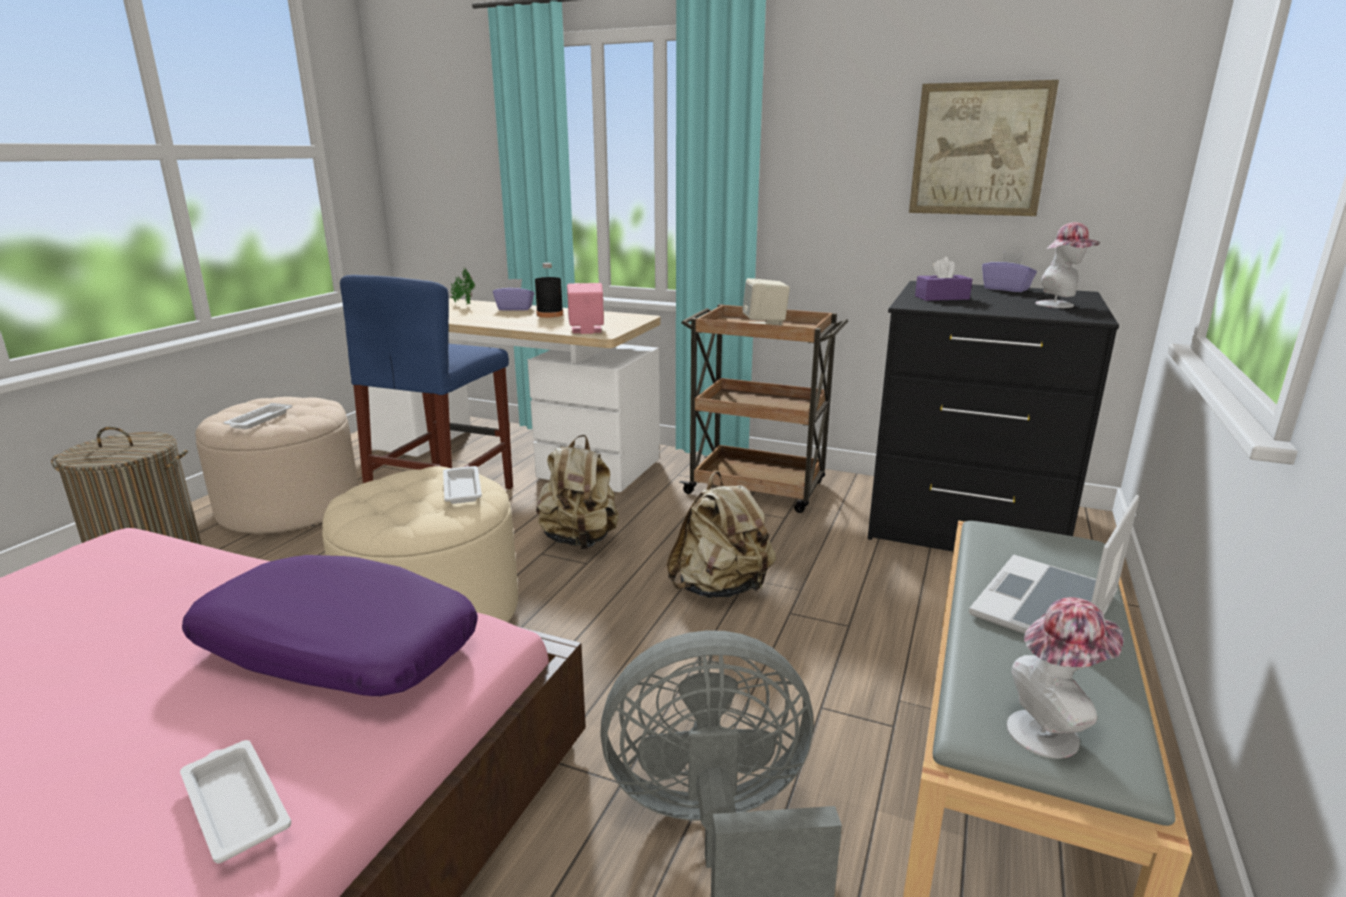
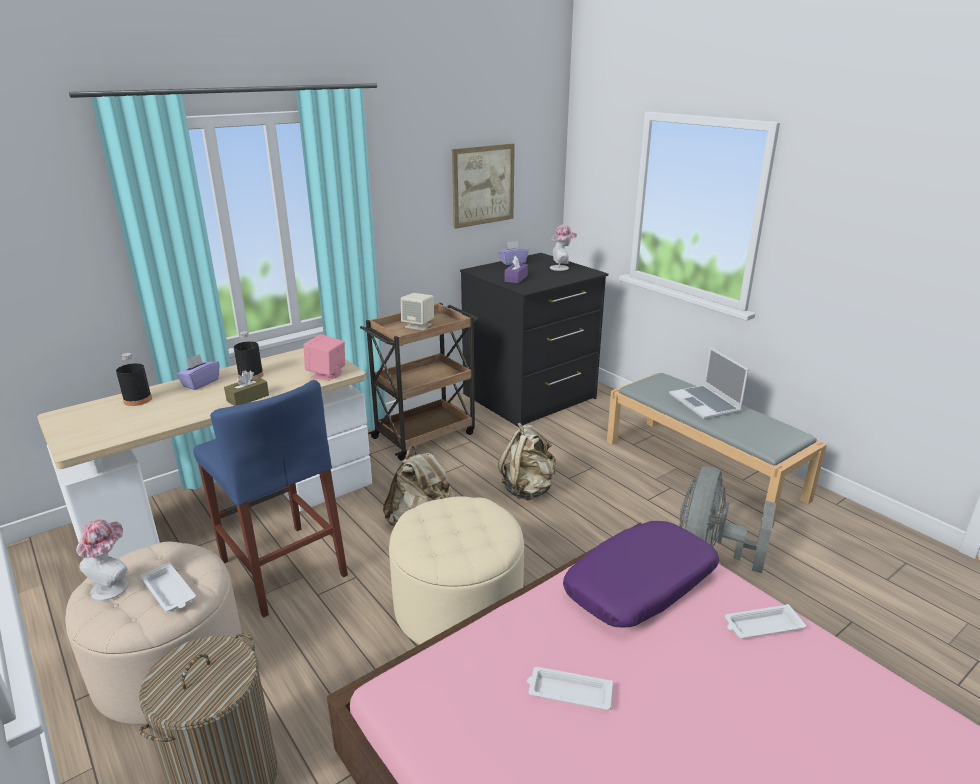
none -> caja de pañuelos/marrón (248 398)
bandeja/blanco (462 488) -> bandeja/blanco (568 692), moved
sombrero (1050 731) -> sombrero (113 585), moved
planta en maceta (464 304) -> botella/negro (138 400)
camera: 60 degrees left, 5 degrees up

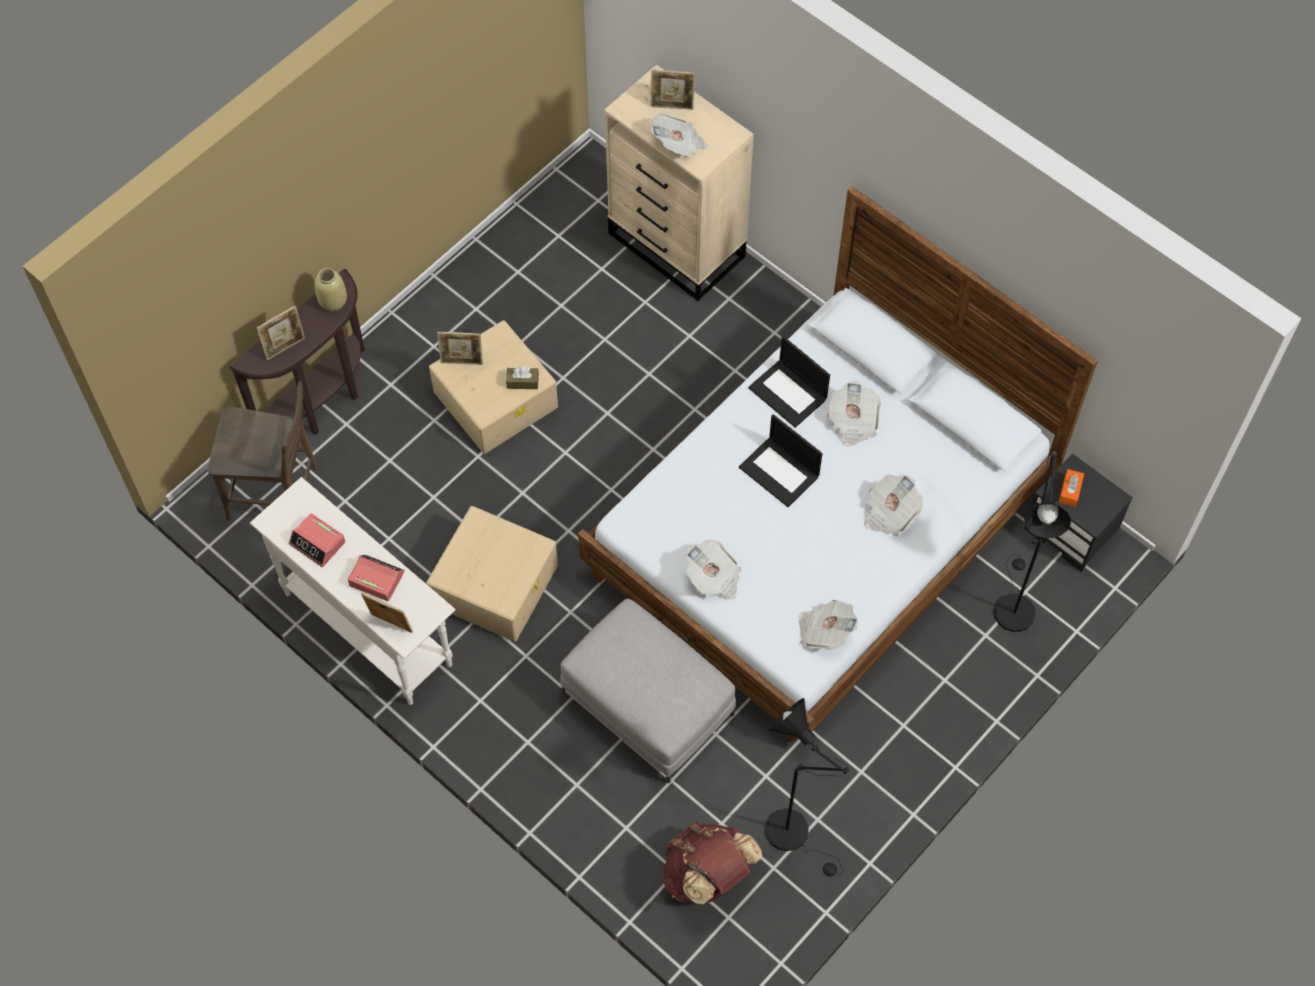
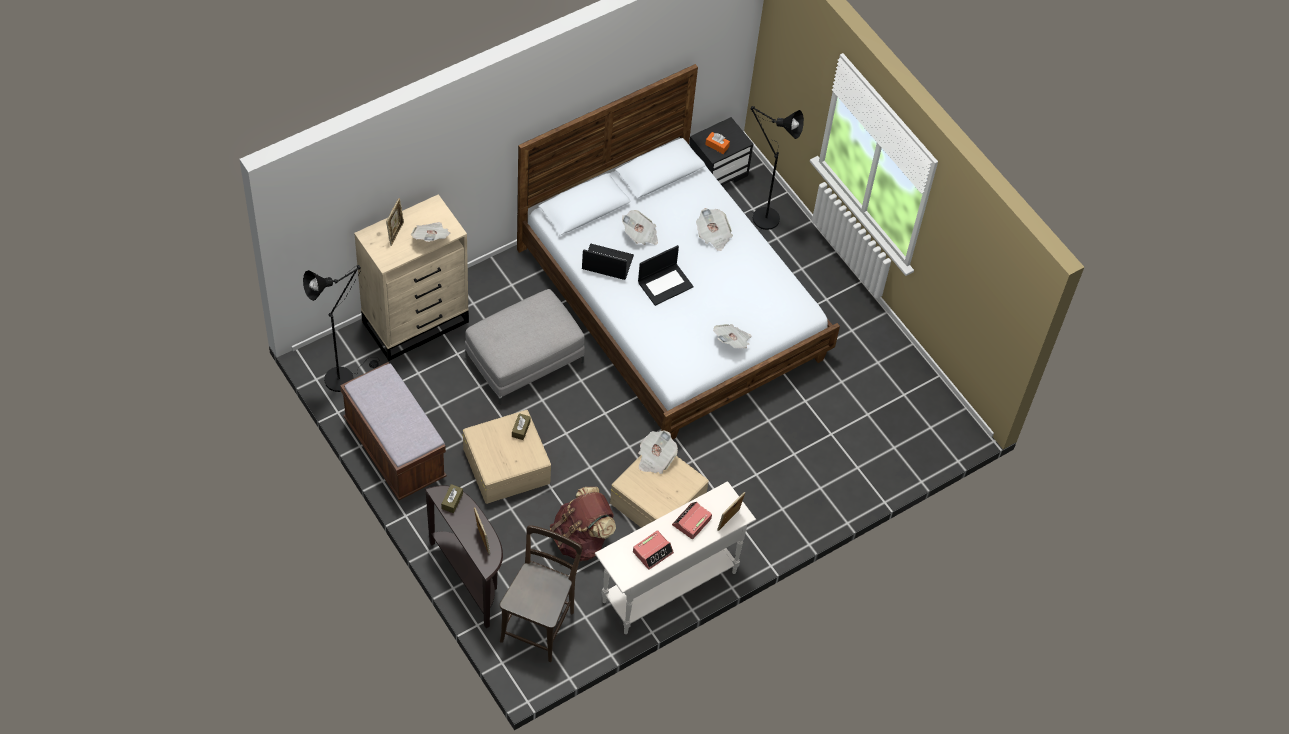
portarretratos (462 361) -> none
none -> banco/marrón (394 450)
puf/gris (648 702) -> puf/gris (524 358), moved
mochila/marrón (707 876) -> mochila/marrón (581 539), moved
lámpara de pie/negro (794 835) -> lámpara de pie/negro (344 376), moved
periódico (824 630) -> periódico (655 458), moved
florero/beis (333 301) -> caja de pañuelos/marrón (452 501)
portátil (789 393) -> portátil (606 263), 135 degrees counterclockwise
camera: 80 degrees left, 5 degrees down

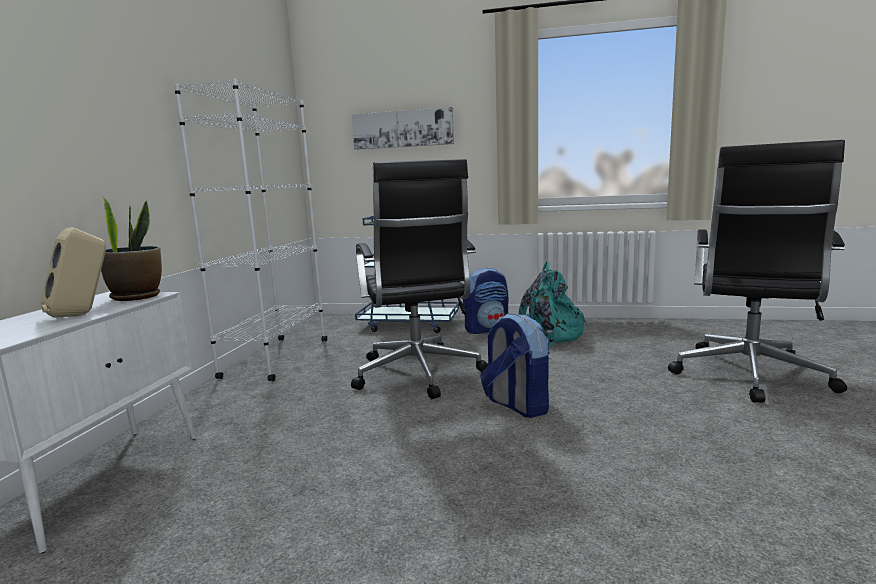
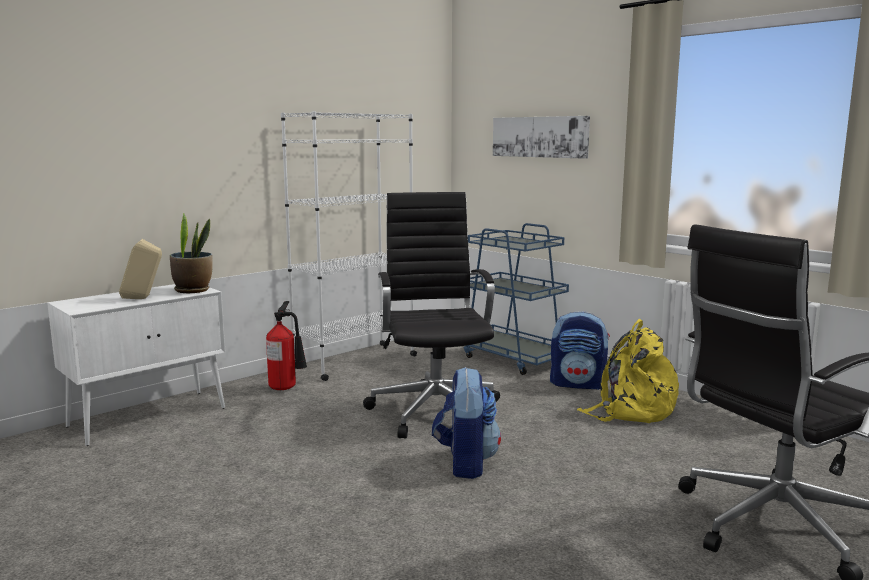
none -> extintor (287 388)
mochila/turquesa (549 336) -> mochila/amarillo (630 410)
silla de oficina/negro (418 374) -> silla de oficina/negro (435 410), 150 degrees clockwise
camera: 35 degrees right, 0 degrees up

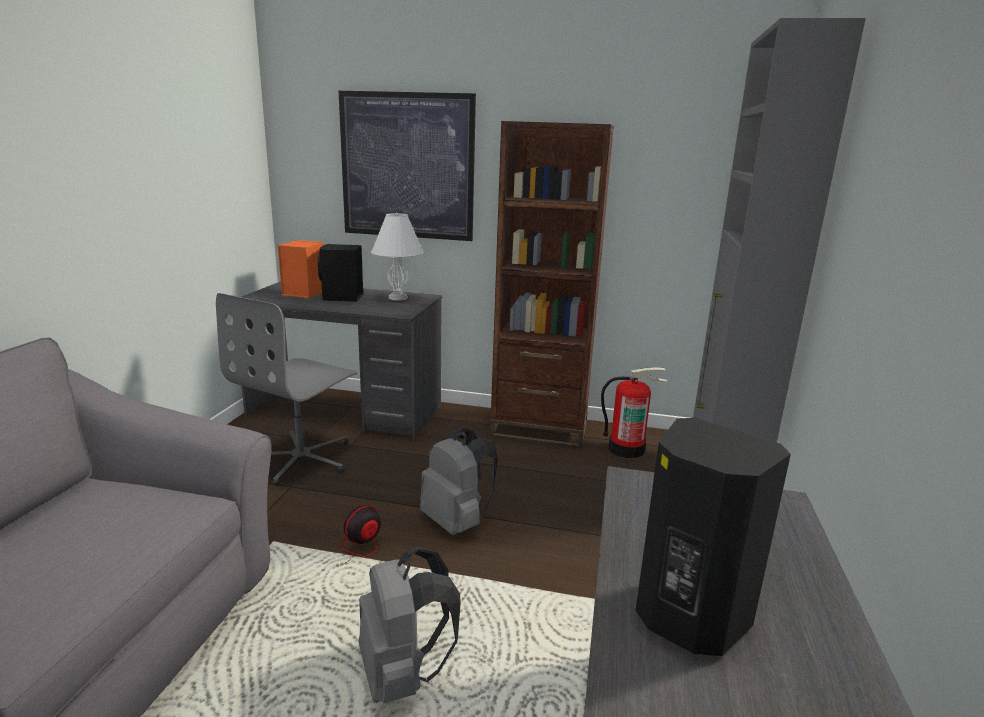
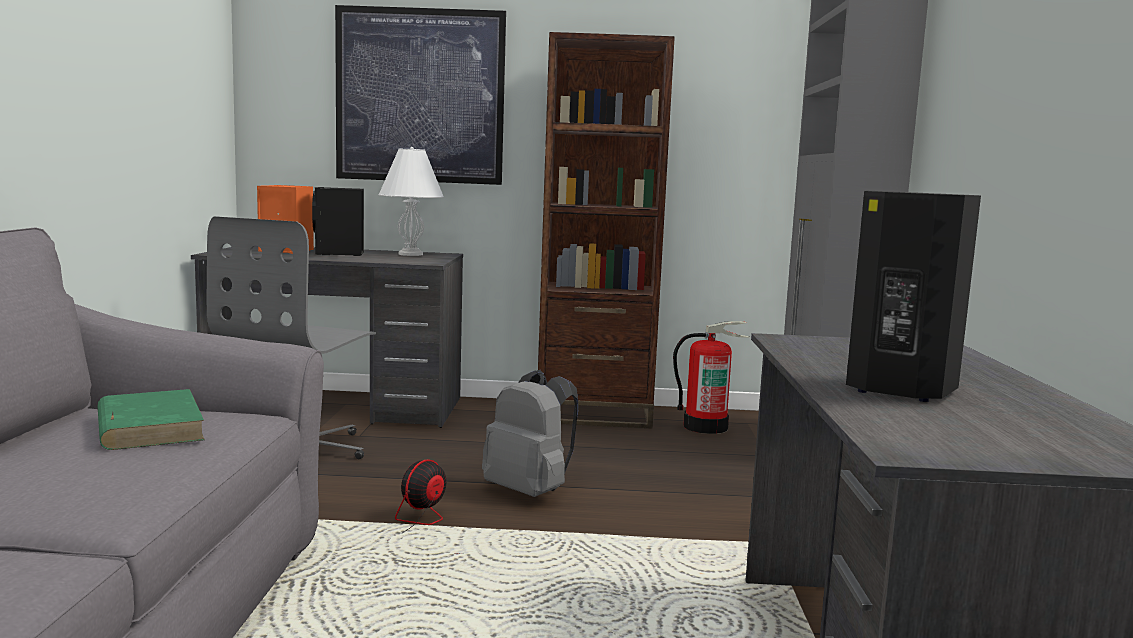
mochila/gris (403 674) -> none
none -> libro/verde (149 426)
camera: 10 degrees left, 10 degrees down

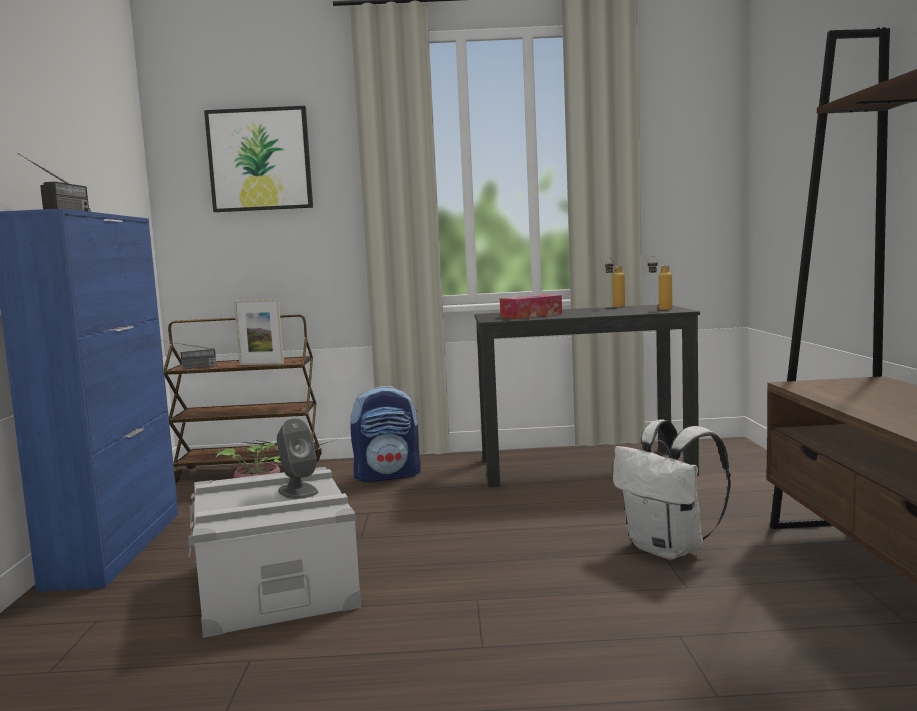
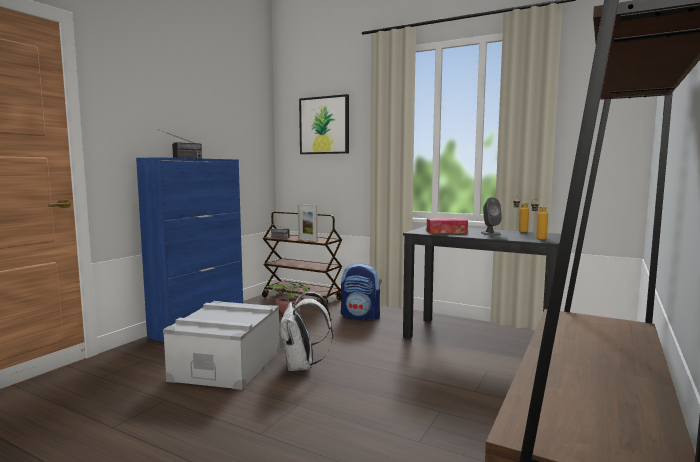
altavoz/gris (297 491) -> altavoz/gris (490 233), moved
mochila/blanco (669 550) -> mochila/blanco (302 366), moved
camera: 30 degrees right, 0 degrees up

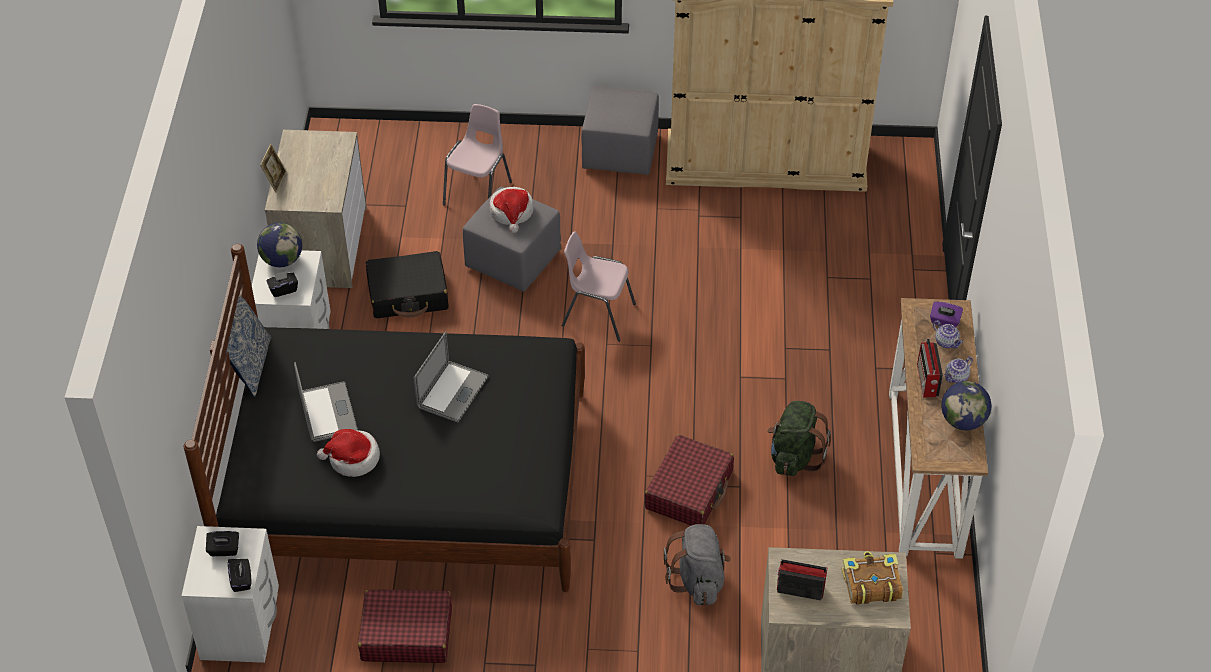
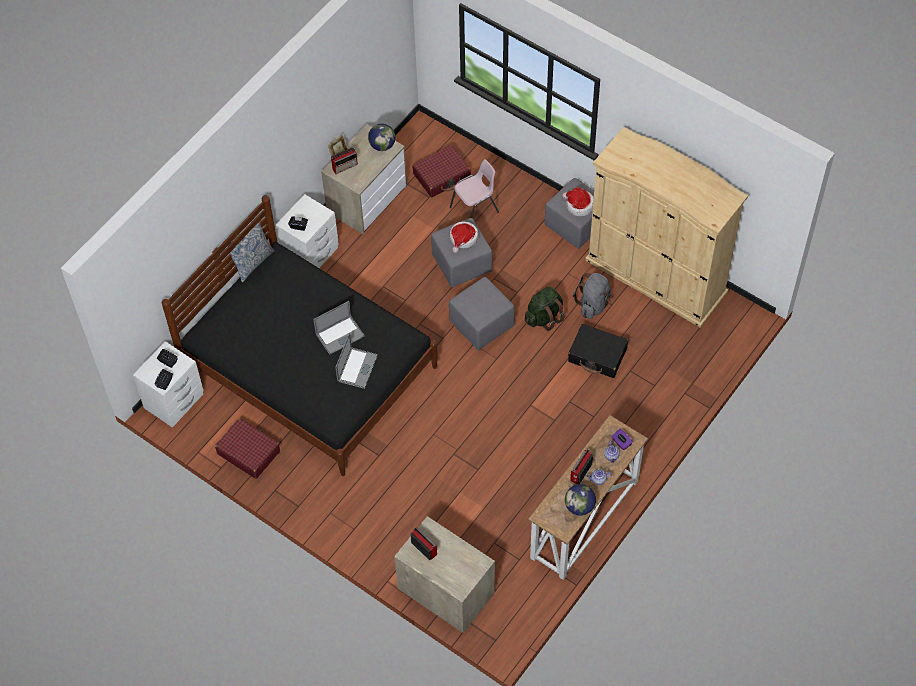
libro (870 584) -> none
none -> radio (345 166)
globo terráqueo (282 260) -> globo terráqueo (382 145), moved
portátil (328 412) -> portátil (357 368), moved
sombrero (352 459) -> sombrero (579 205), moved
maleta/negro (408 294) -> maleta/negro (597 355), moved
maleta/rojo (689 490) -> maleta/rojo (442 176), moved
mochila/gris (698 580) -> mochila/gris (593 304), moved
mochila/verde (794 456) -> mochila/verde (544 317), moved
silla/rosa (597 315) -> puf/gris (482 323)
camera: 35 degrees right, 10 degrees up

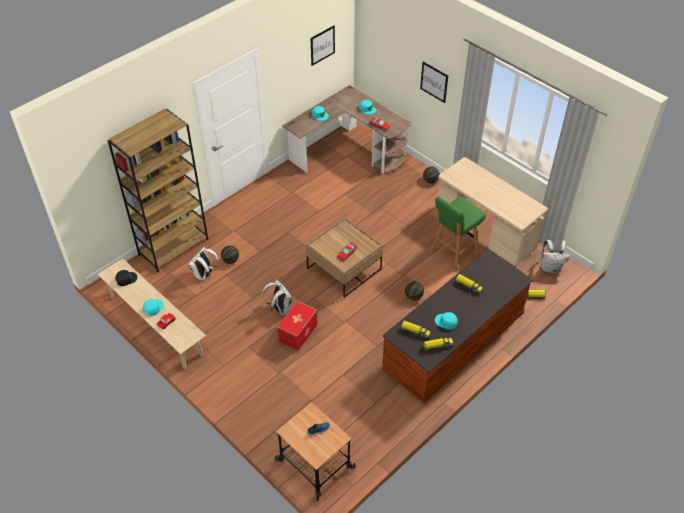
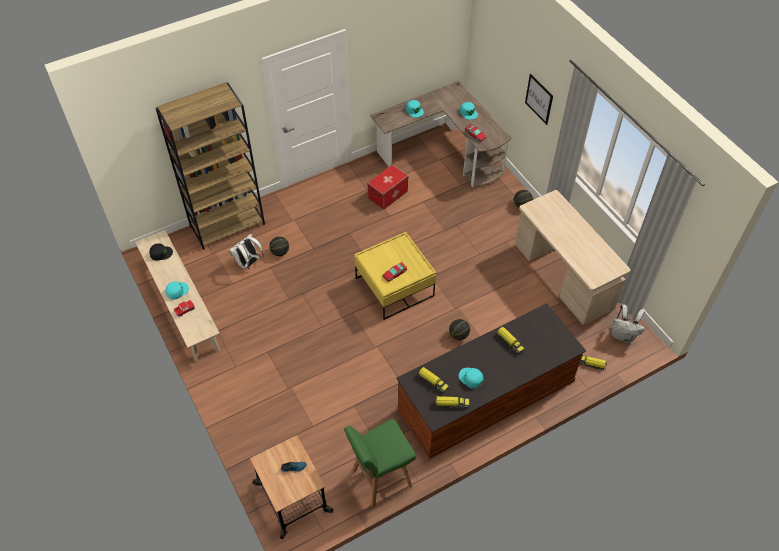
mochila/blanco (280 309) -> none
cuadro (322 45) -> none
caja de almacenaje (297 333) -> caja de almacenaje (387 194), moved
taburete/verde (453 253) -> taburete/verde (380 479), moved
mesa de centro/marrón (344 269) -> mesa de centro/amarillo (394 287)
camera: 15 degrees right, 5 degrees up

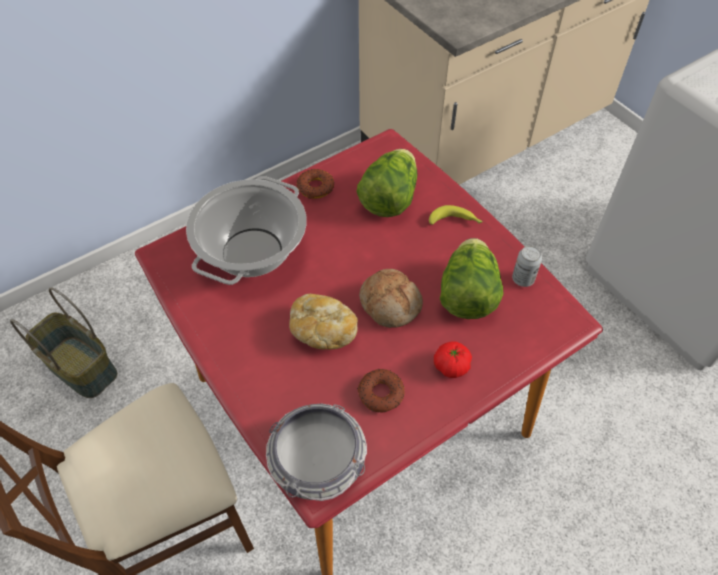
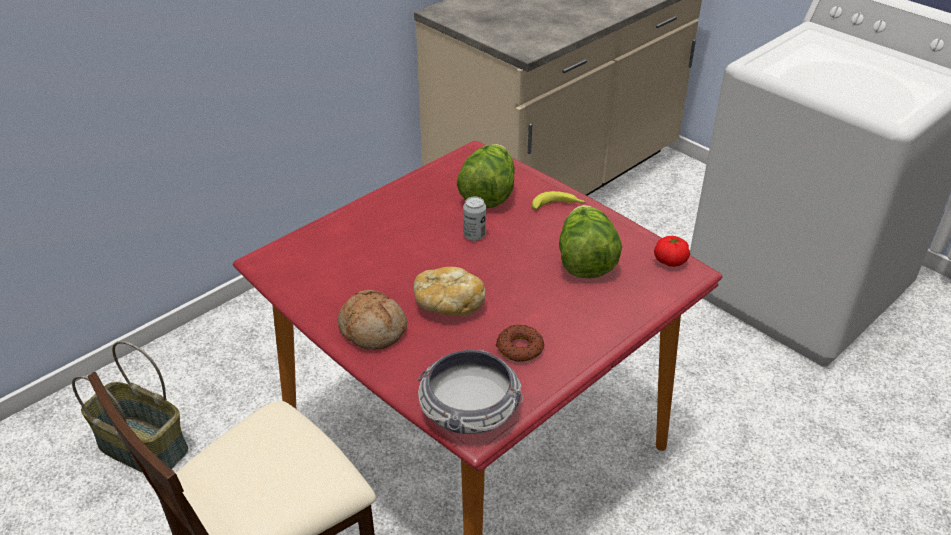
olla (252 251) -> none
rosquilla (315 187) -> none
pan (391 304) -> pan (373 329), moved
tomate (451 366) -> tomate (670 261), moved
lata (523 279) -> lata (474 235), moved
camera: 10 degrees left, 15 degrees down

